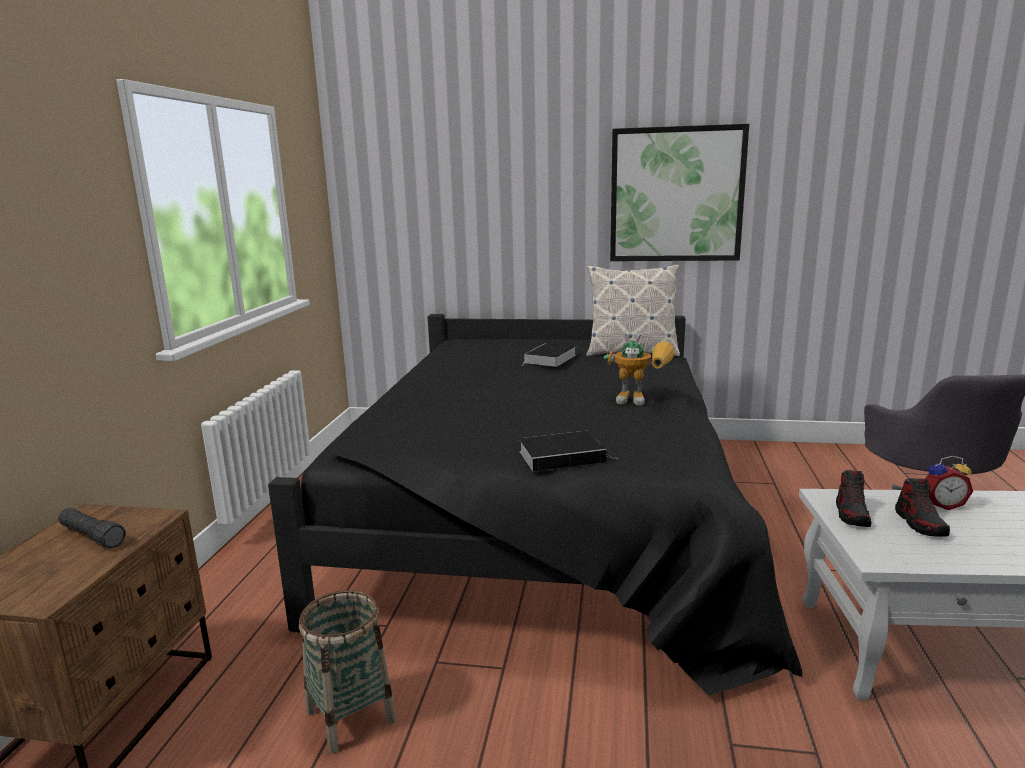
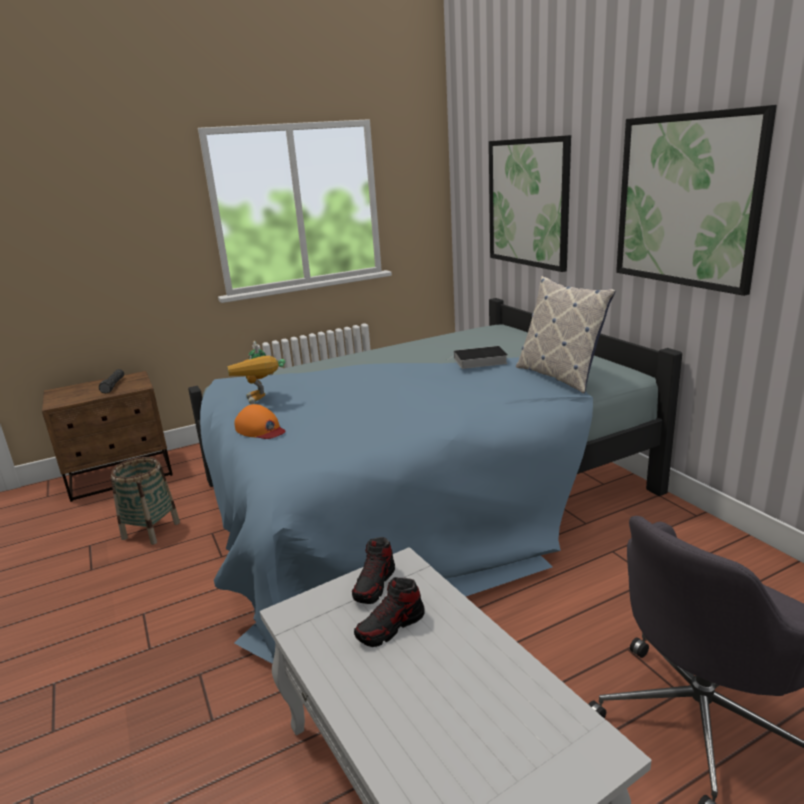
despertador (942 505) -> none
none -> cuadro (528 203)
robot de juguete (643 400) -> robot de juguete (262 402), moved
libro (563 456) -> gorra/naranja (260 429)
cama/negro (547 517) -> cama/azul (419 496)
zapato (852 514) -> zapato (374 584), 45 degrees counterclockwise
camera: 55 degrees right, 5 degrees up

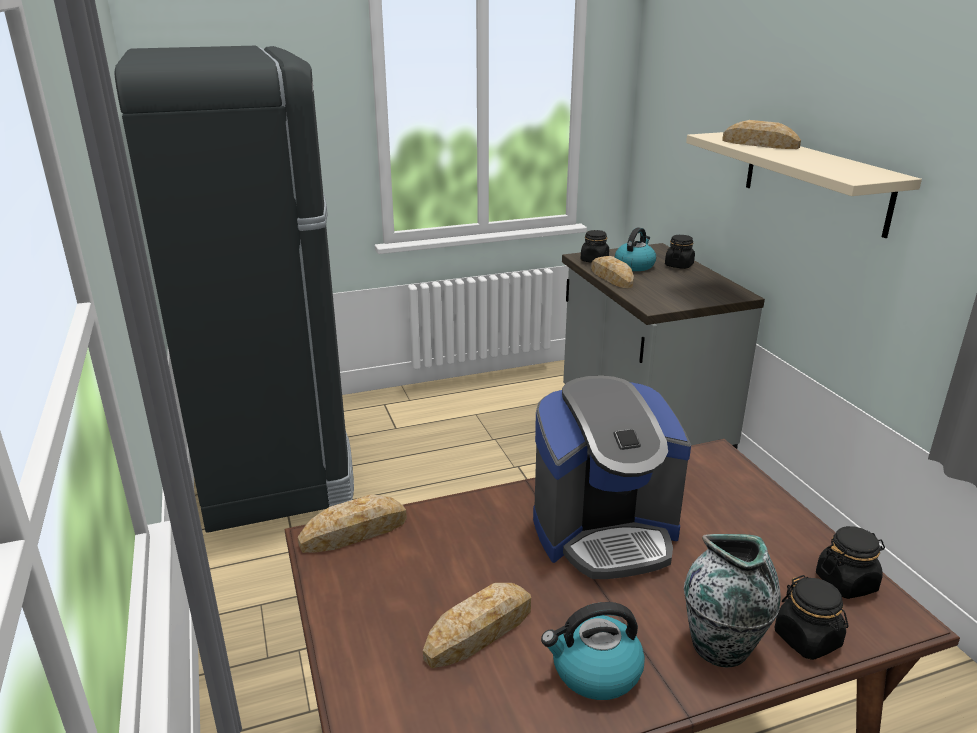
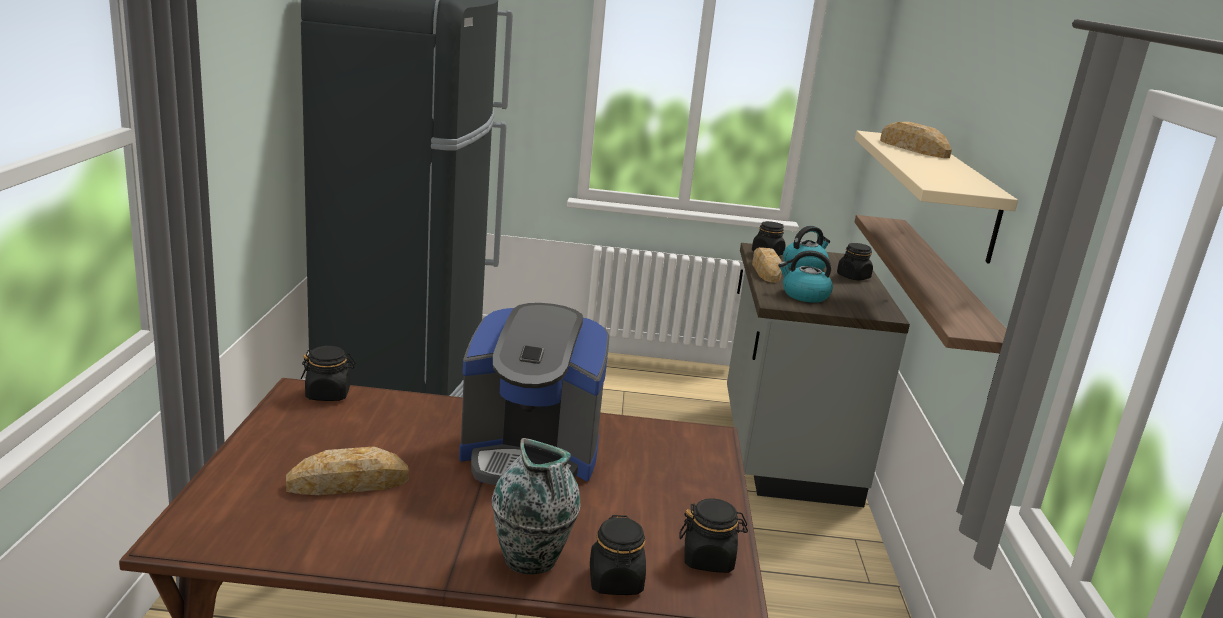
none -> estante (945 301)
hervidor (594 671) -> hervidor (804 295), moved
pan (354 532) -> tarro/negro (328 394)
camera: 20 degrees right, 5 degrees down

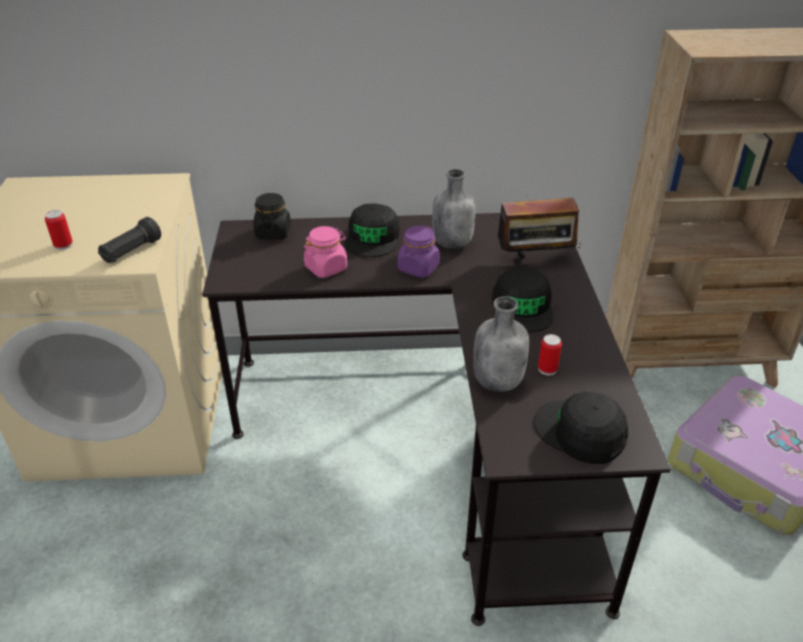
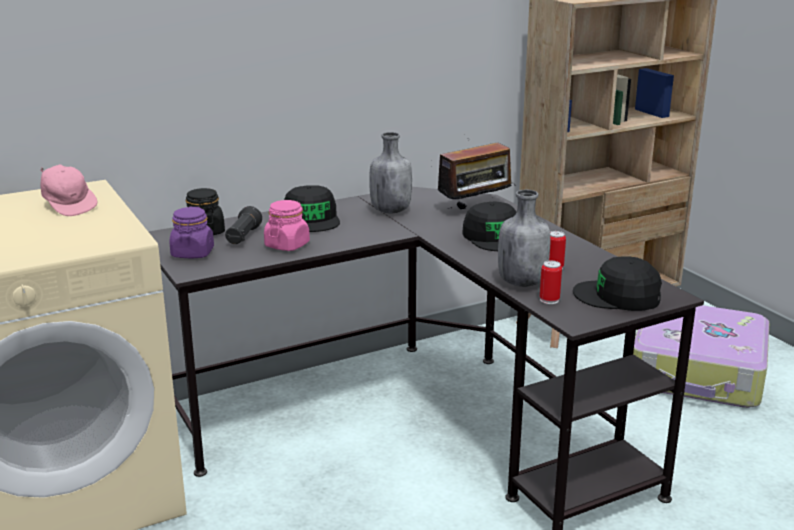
none -> gorra/rosa (69 206)
lata (63 245) -> lata (549 300), moved
linterna/negro (131 252) -> linterna/negro (243 237), moved
tarro/morado (418 268) -> tarro/morado (192 253), moved
camera: 25 degrees left, 15 degrees down

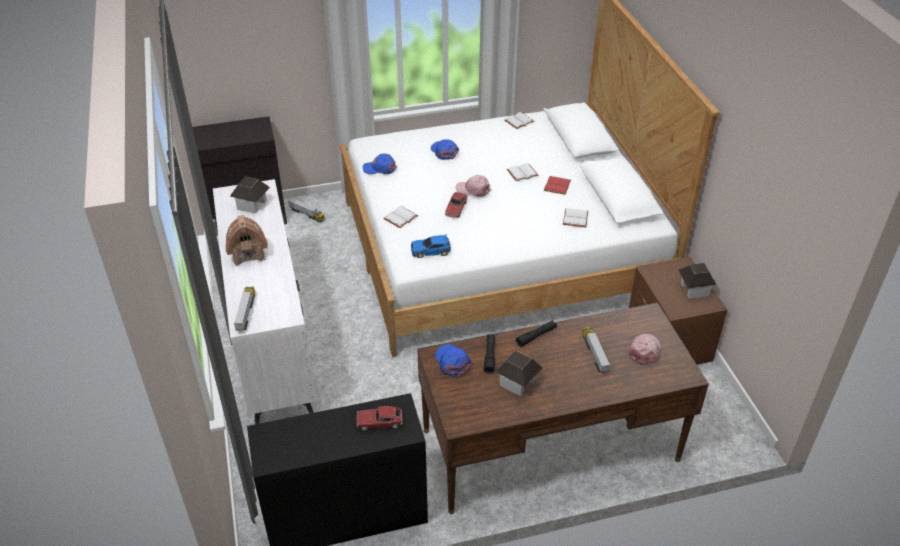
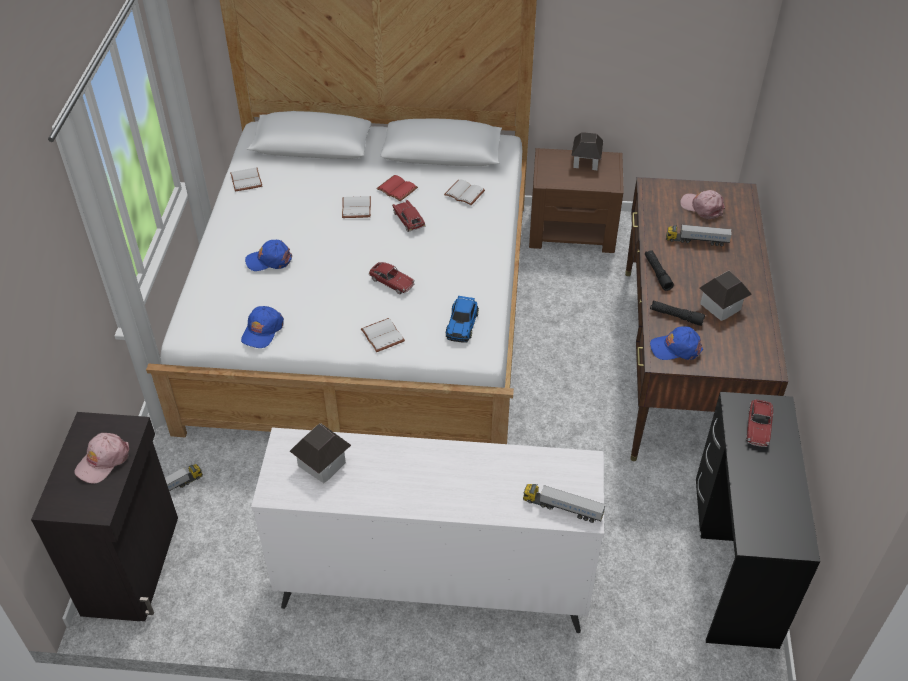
casita (248 254) -> none
none -> coche de juguete (408 220)
gorra/rosa (473 189) -> gorra/rosa (103 461), moved
camera: 70 degrees left, 5 degrees up

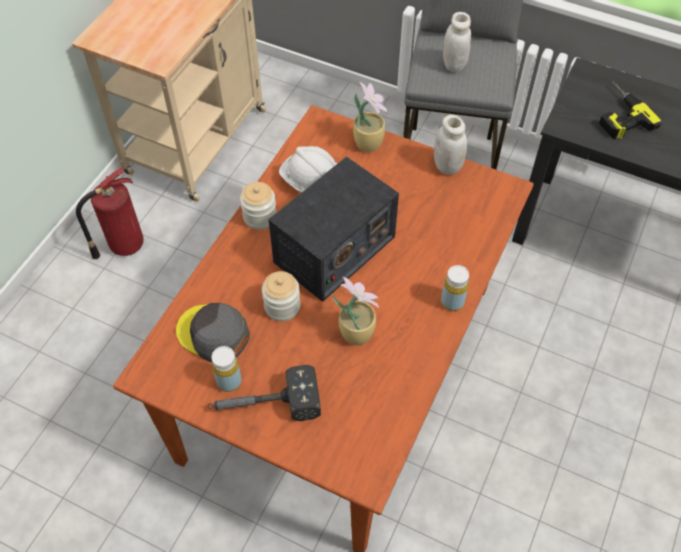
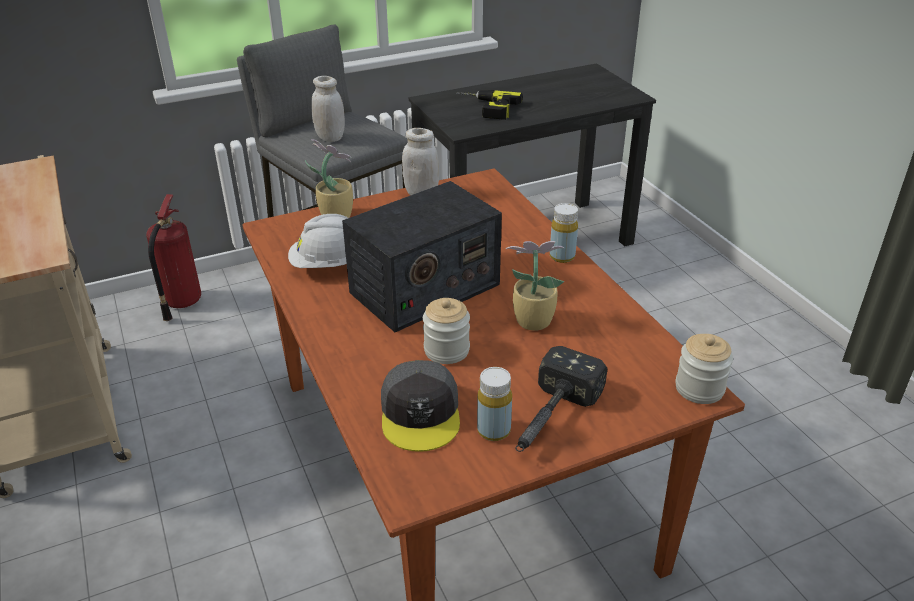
extintor (124 245) -> extintor (181 302), moved
tarro (260 217) -> tarro (699 388), moved
gorra/gris (213 334) -> gorra/gris (421 413), 75 degrees counterclockwise
radio (334 250) -> radio (424 289), 60 degrees clockwise
camera: 50 degrees left, 20 degrees down

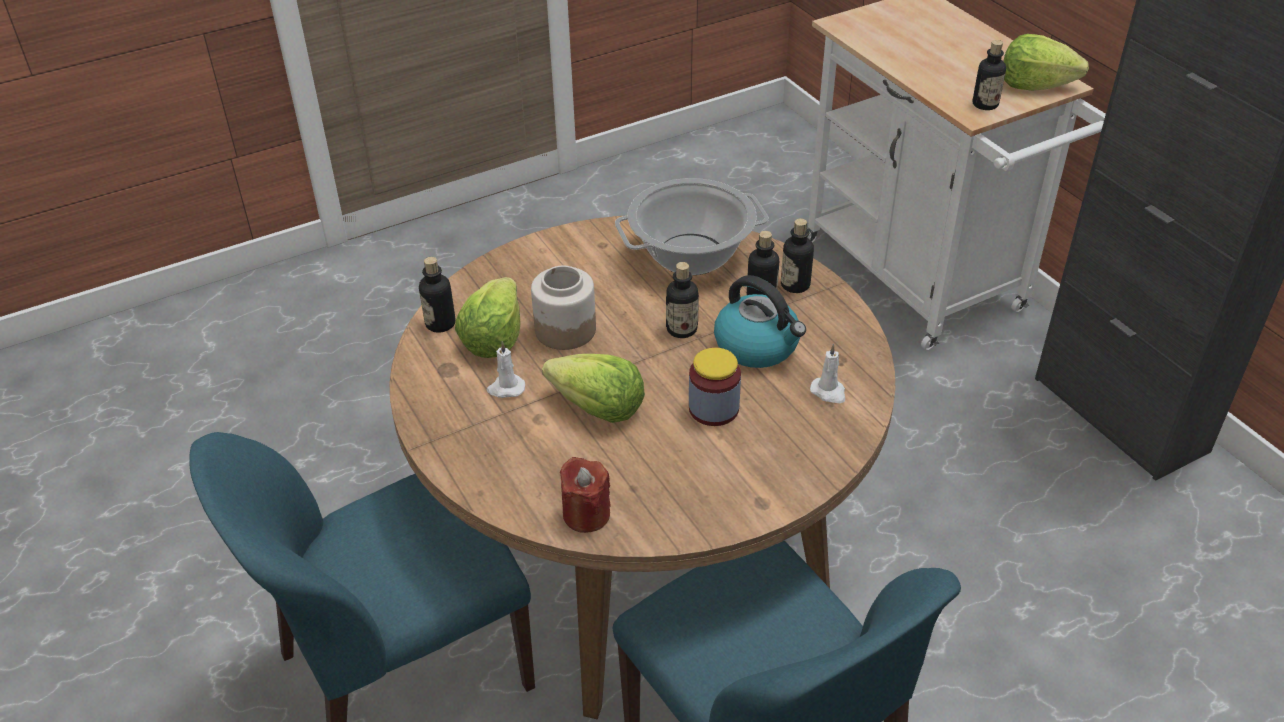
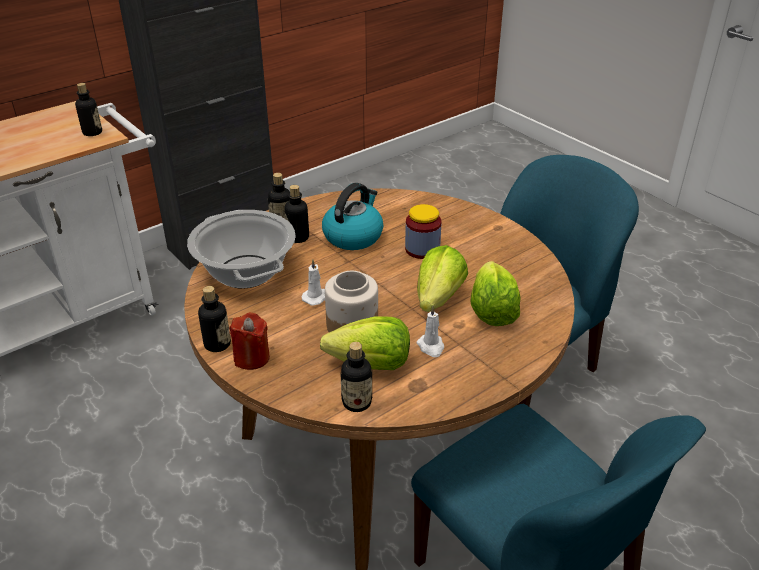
vela/rojo (586 514) -> vela/rojo (251 358), moved
botella (681 329) -> botella (217 344), moved
vela/blanco (829 392) -> vela/blanco (316 297), moved
lechuga (1035 85) -> lechuga (492 311), moved
camera: 100 degrees left, 5 degrees down

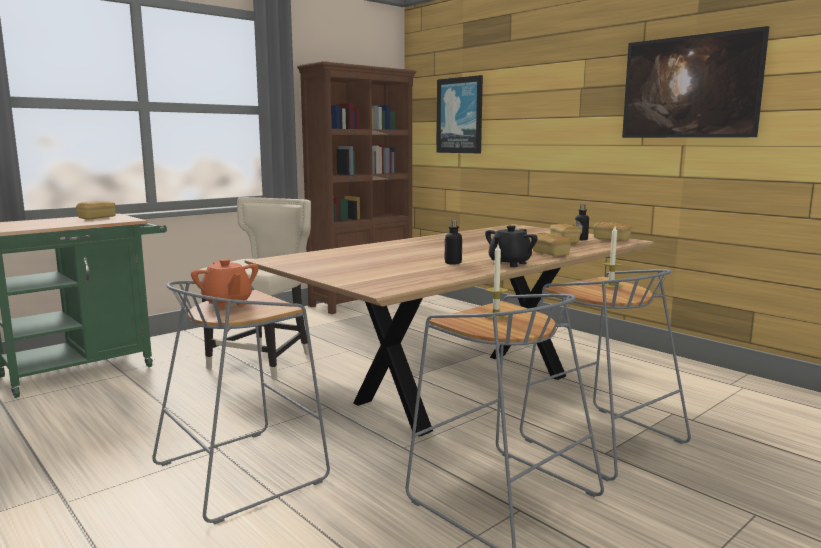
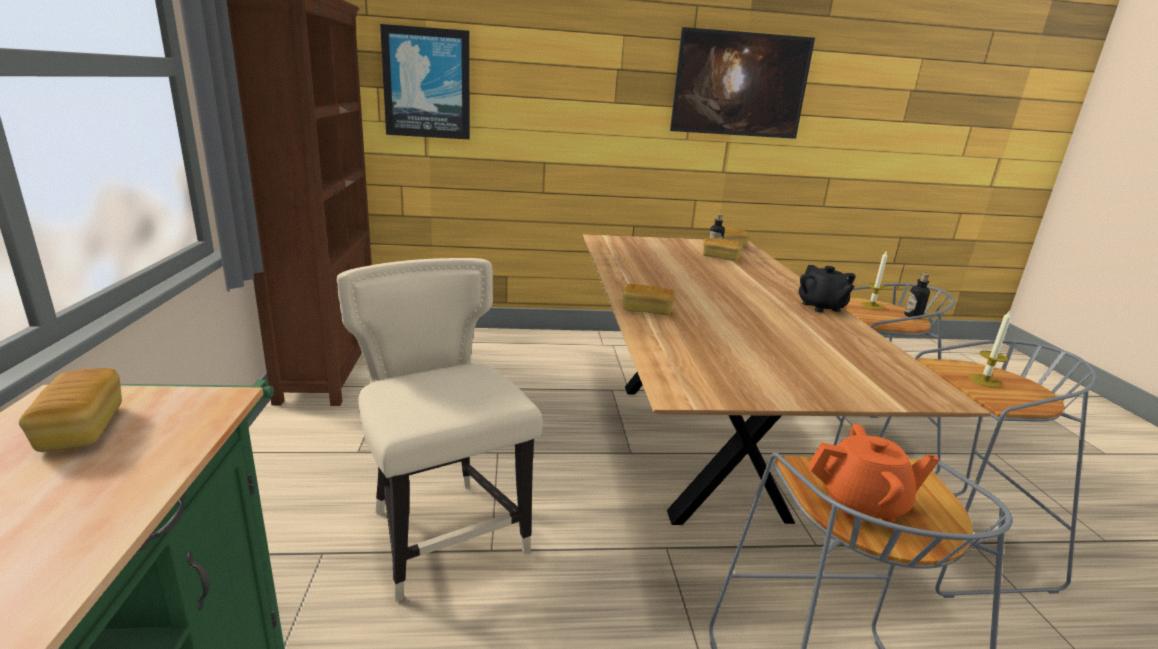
botella (453 263) -> botella (913 316), moved
pan (550 254) -> pan (647 311), moved
camera: 55 degrees left, 10 degrees up

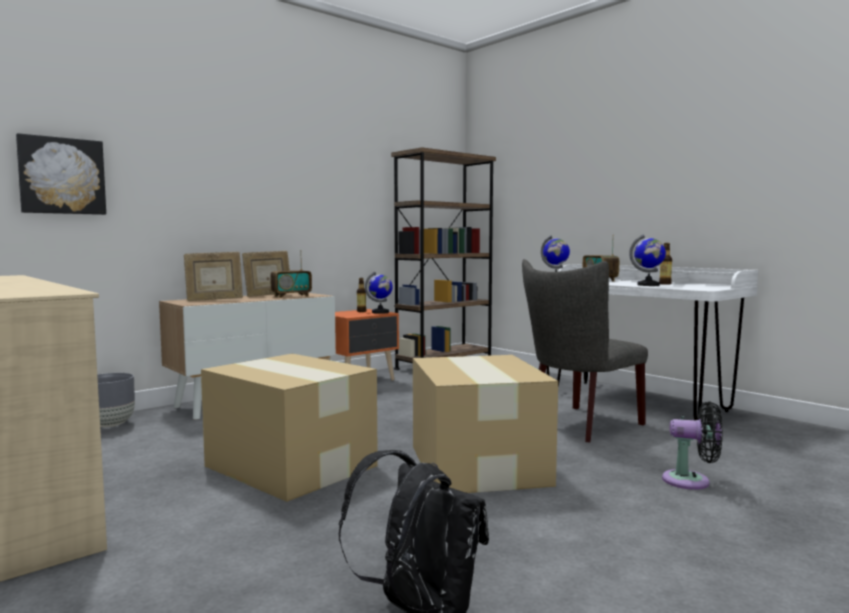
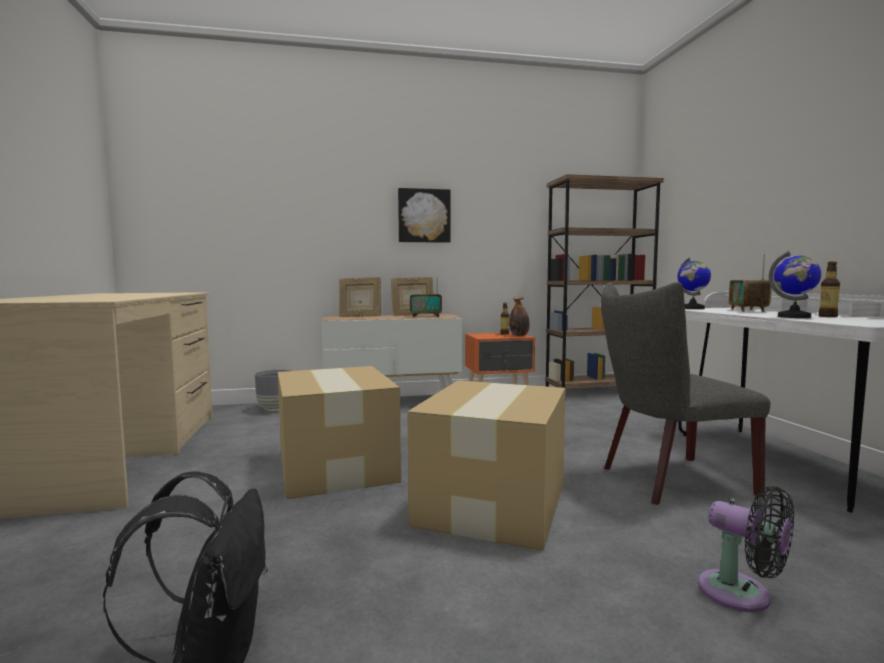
cuadro (62 176) -> cuadro (424 216), moved
globo terráqueo (380 312) -> botella (519 335)
camera: 30 degrees right, 0 degrees up

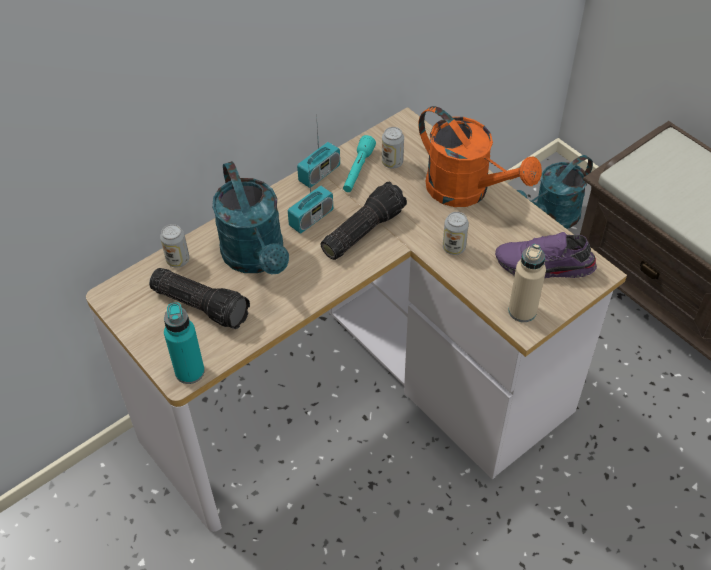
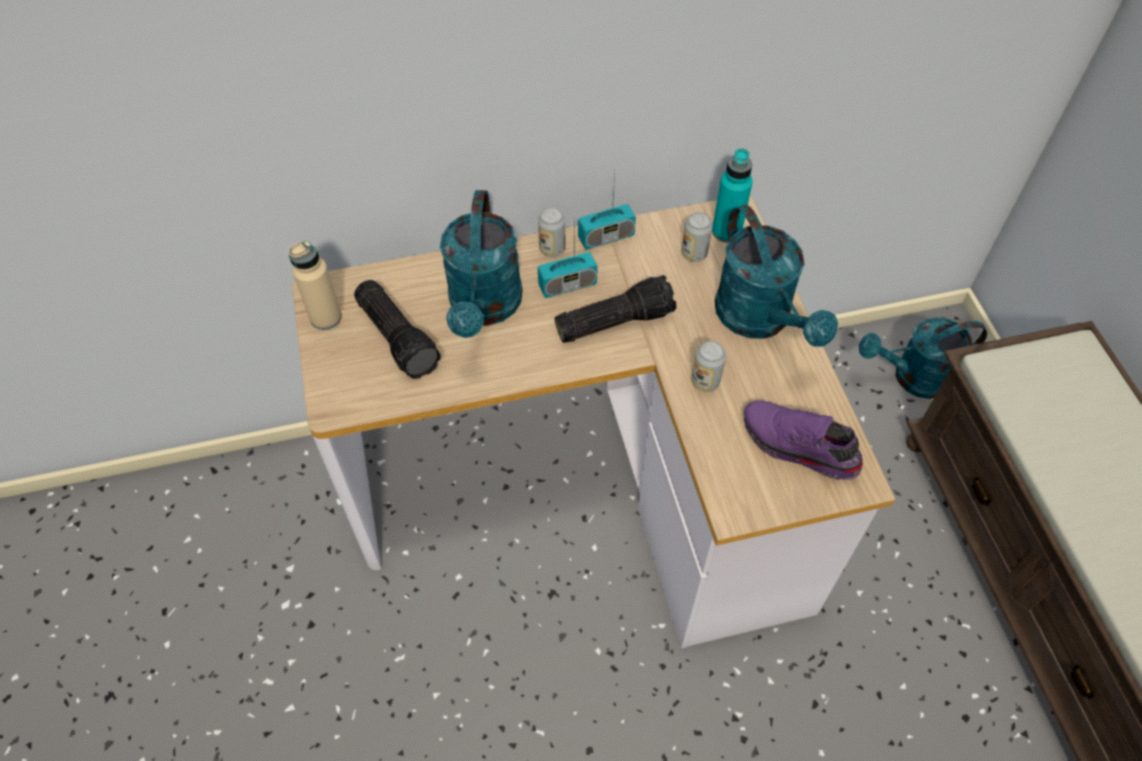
linterna/turquesa (358 170) -> none
lata (178 260) -> lata (552 249), moved
botella/turquesa (190 372) -> botella/turquesa (726 231), moved
botella/beis (522 311) -> botella/beis (326 317), moved
regadera/naranja (467 191) -> regadera/turquesa (760 320)
camera: 25 degrees right, 5 degrees up

